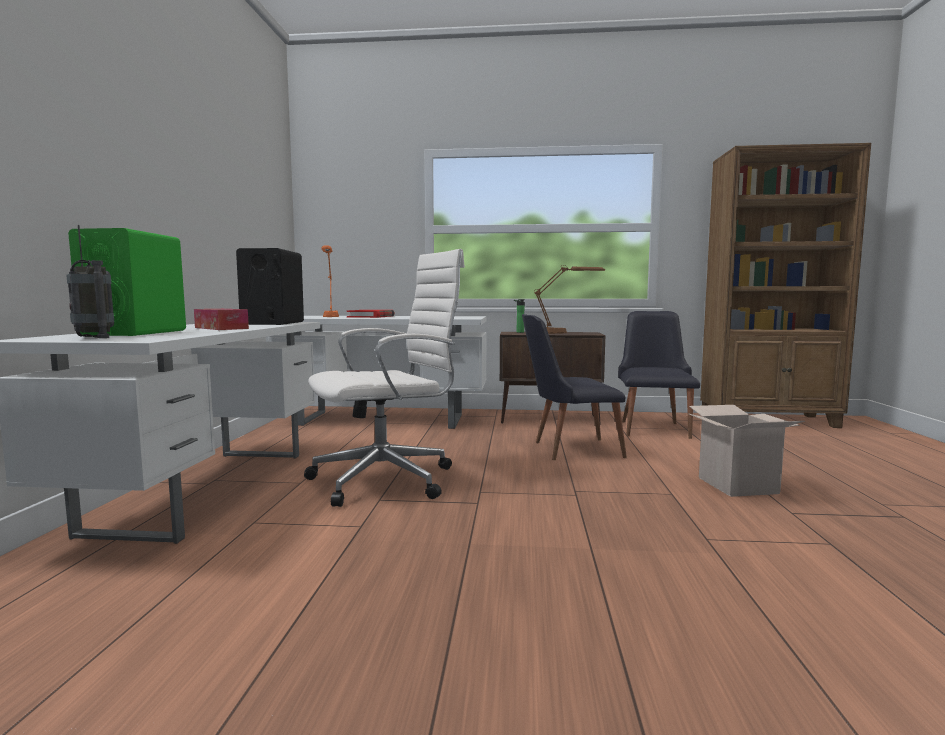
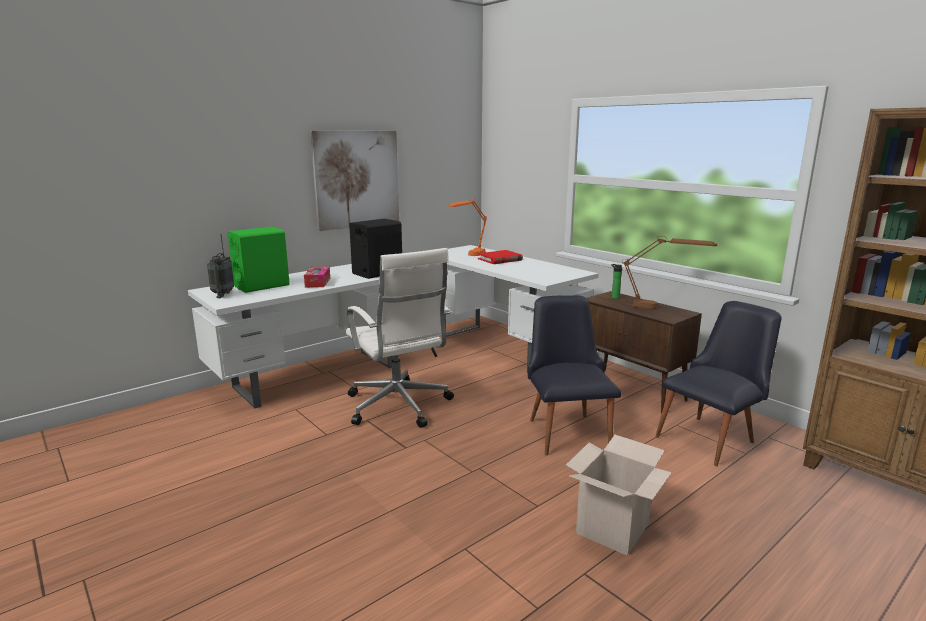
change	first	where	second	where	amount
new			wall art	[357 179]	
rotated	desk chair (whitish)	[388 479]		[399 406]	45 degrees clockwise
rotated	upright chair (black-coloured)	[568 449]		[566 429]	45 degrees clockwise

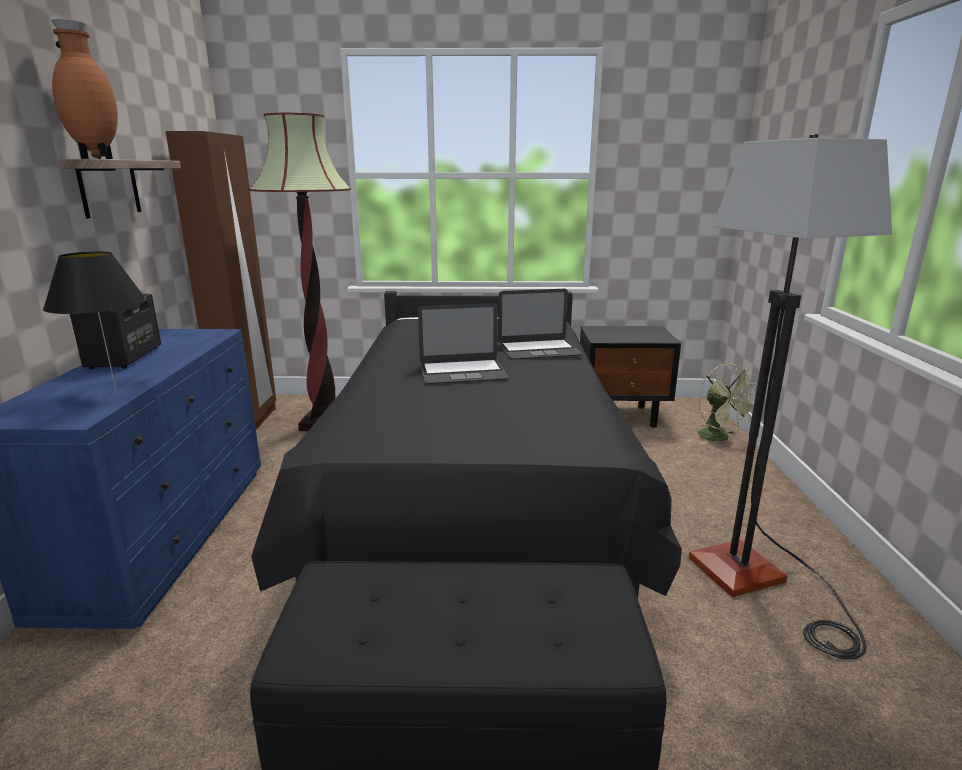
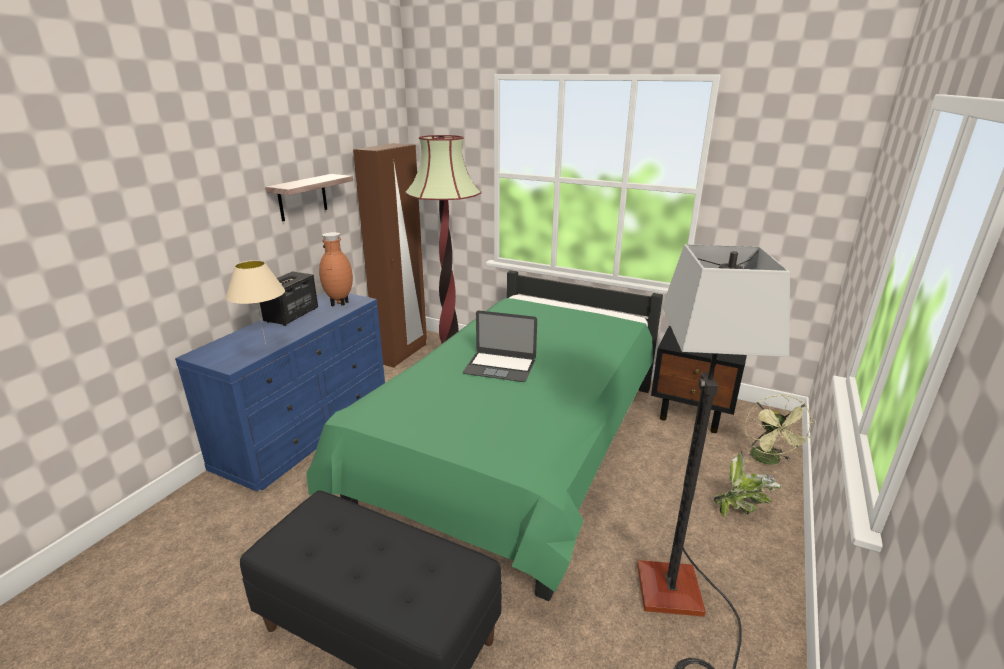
change	first	where	second	where	amount
repainted	tabletop lamp (black-coloured)	[115 390]	tabletop lamp (sand-coloured)	[266 345]	
repainted	bed (black-coloured)	[474 487]	bed (greenish)	[517 450]	
shifted	decorative vase (brownish)	[97 158]		[340 304]	
new			plant in a pot	[741 508]	
gone	notebook computer	[539 349]			

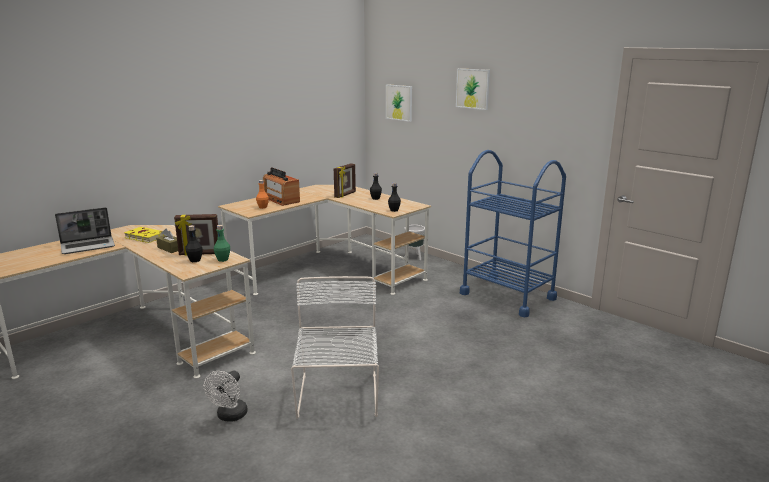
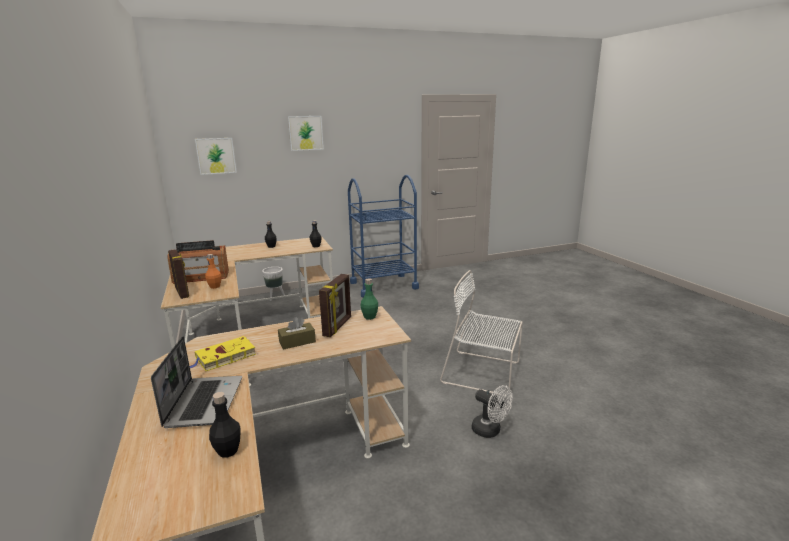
change	first	where	second	where	amount
shifted	photo frame	[345 195]		[182 292]	
shifted	drink bottle (black-coloured)	[195 260]		[228 451]	

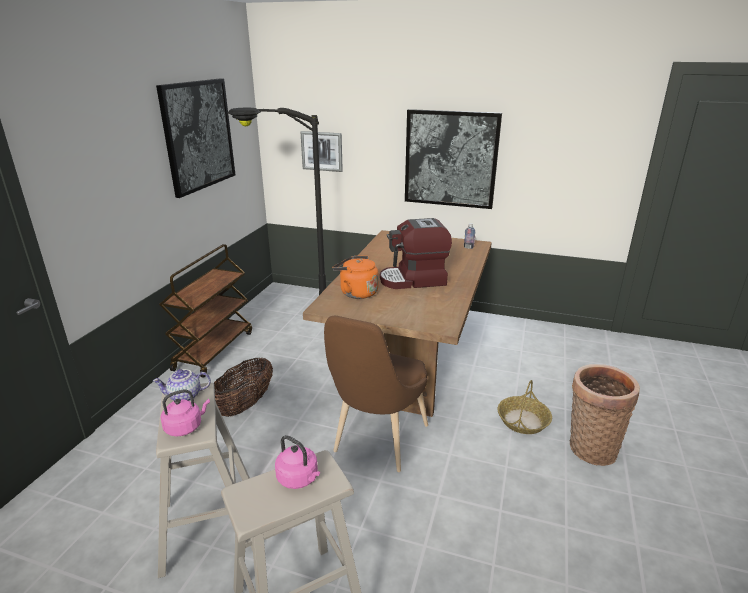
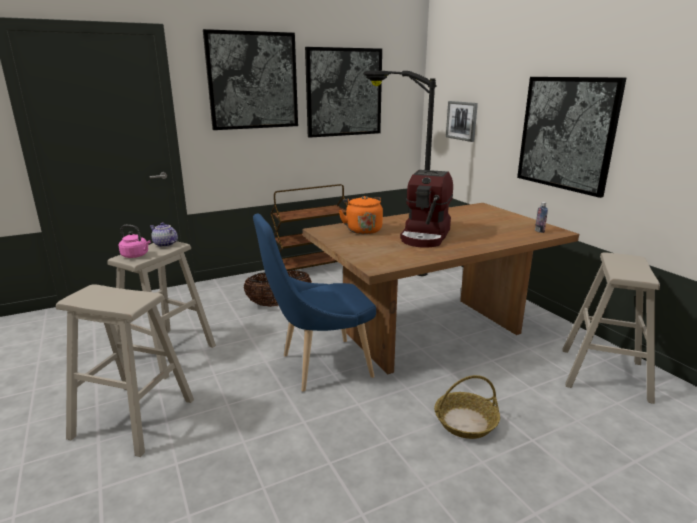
change	first	where	second	where	amount
new			wall art	[253 81]	
repainted	upright chair (brownish)	[377 442]	upright chair (blue)	[319 366]	
rotated	coffee machine	[414 280]		[426 236]	105 degrees counterclockwise
new			sitting stool (sand-coloured)	[604 374]	
gone	water kettle (pink-coloured)	[299 479]			
gone	household basket	[590 447]			

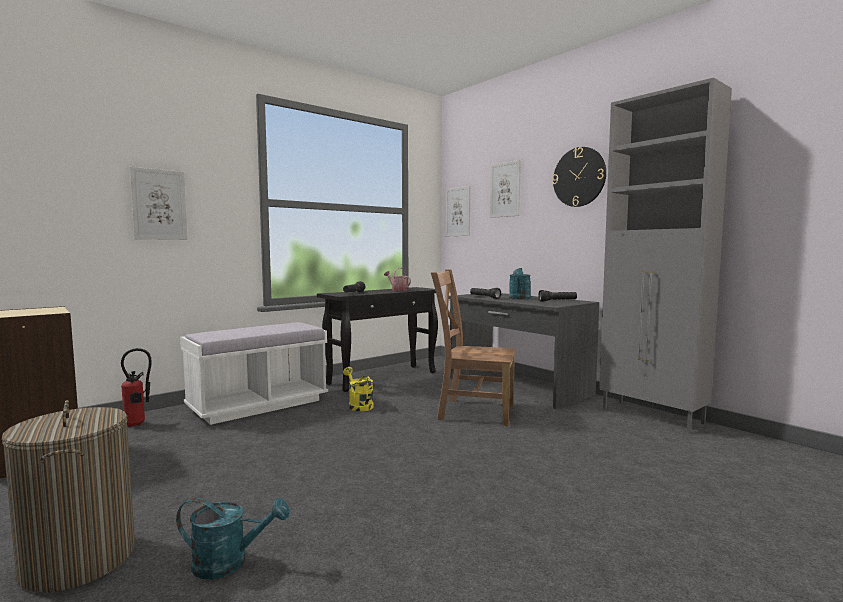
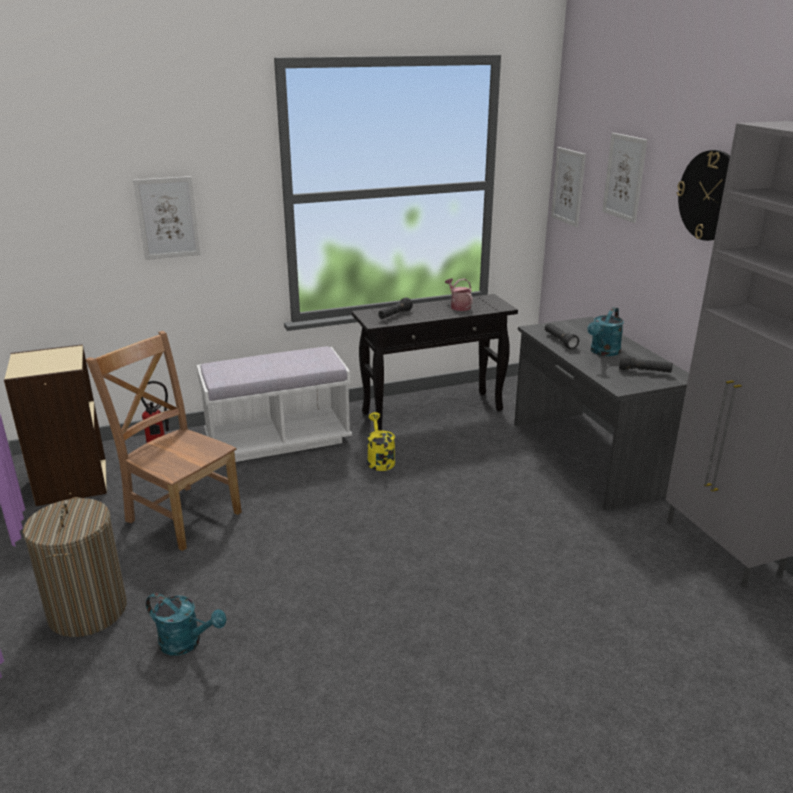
change	first	where	second	where	amount
shifted	upright chair (brownish)	[473 411]		[181 514]	

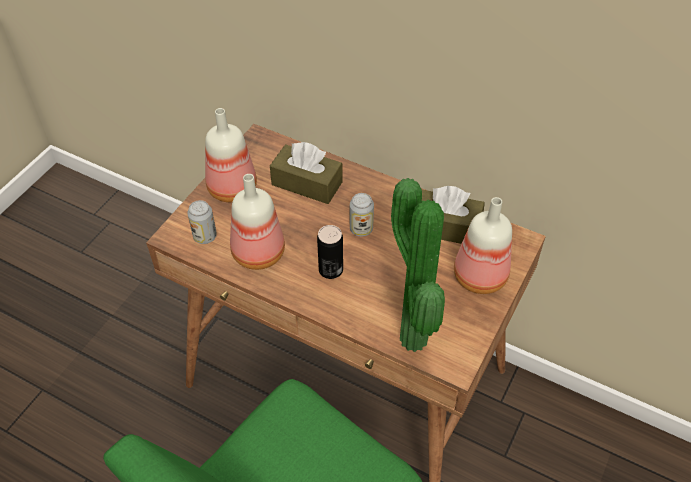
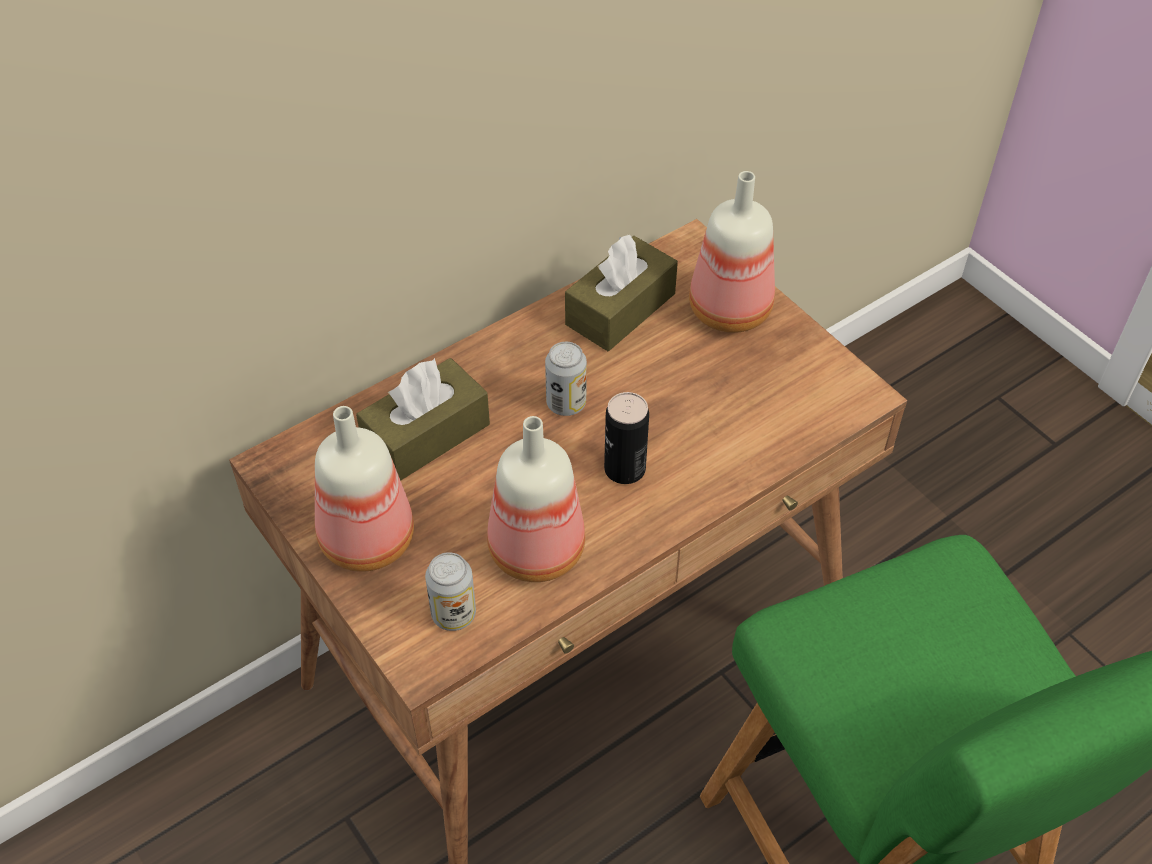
change	first	where	second	where	amount
gone	plant in a pot	[408 341]			

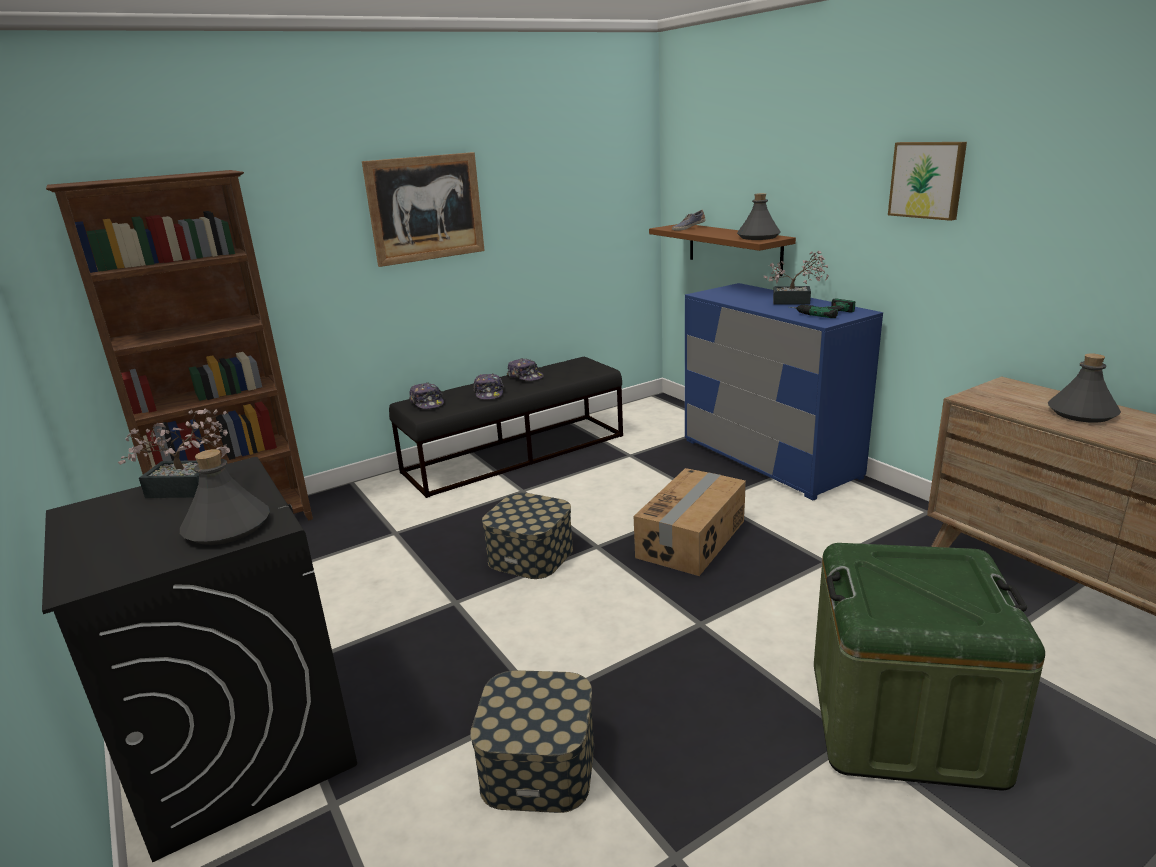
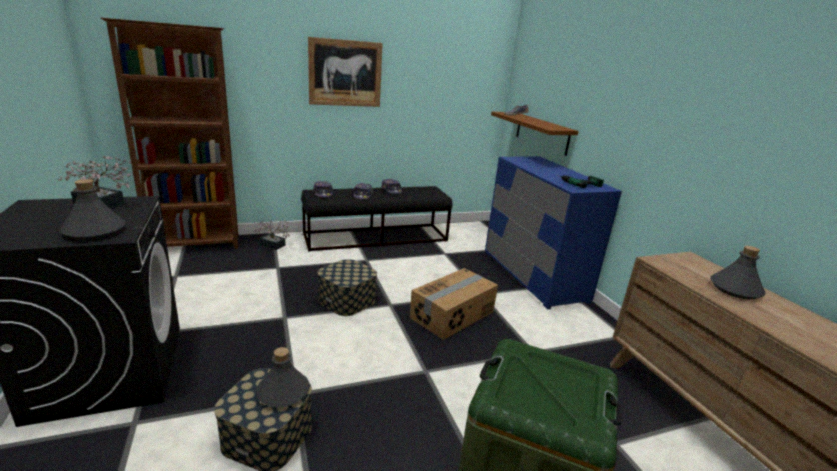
change	first	where	second	where	amount
shifted	plant in a pot	[796 301]		[274 246]	
shifted	drink bottle (greyish)	[758 237]		[283 392]	
gone	wall art	[927 180]			

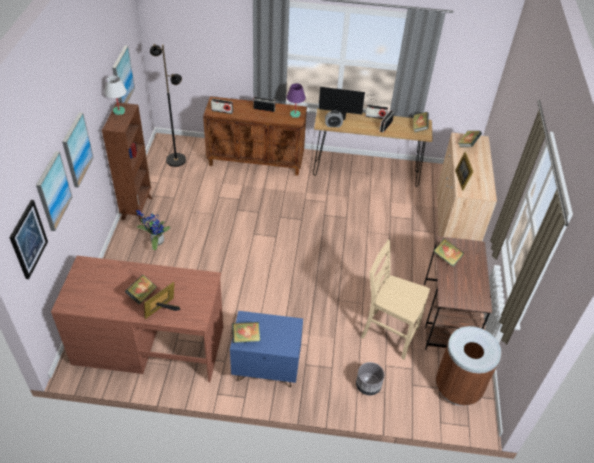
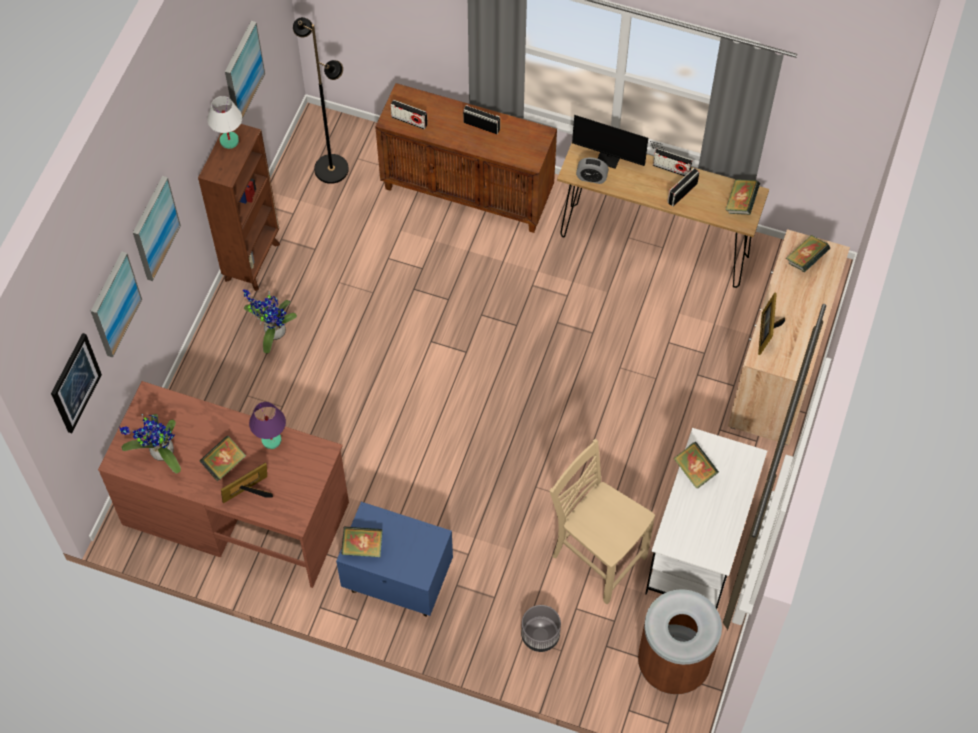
change	first	where	second	where	amount
new			plant in a pot	[159 454]	
shifted	tabletop lamp (purplish)	[294 114]		[271 440]	
repainted	desk (brownish)	[447 318]	desk (whitish)	[698 547]	

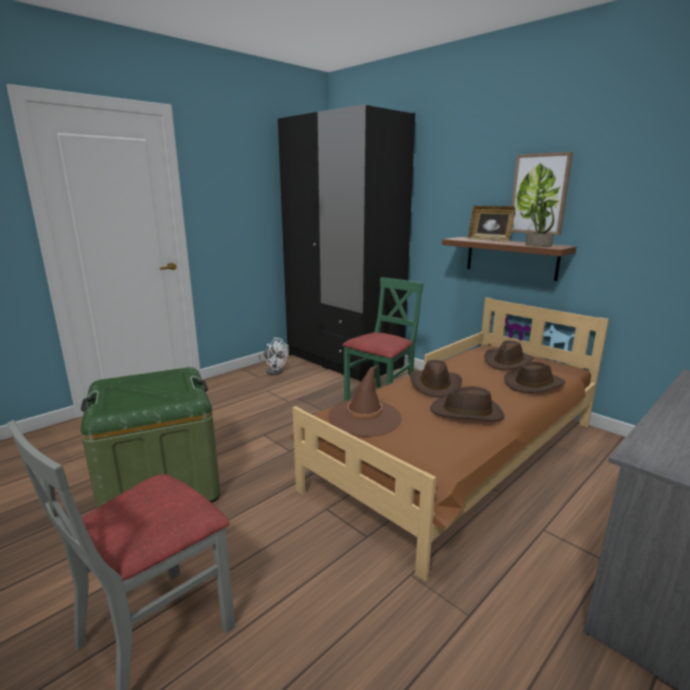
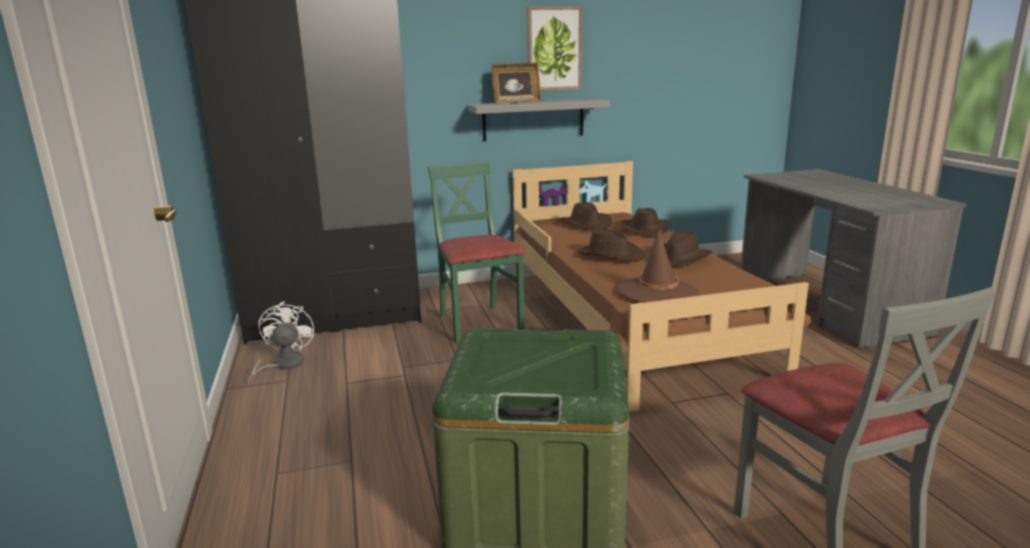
change	first	where	second	where	amount
rotated	electric fan (whitish)	[274 370]		[283 365]	60 degrees counterclockwise
repainted	shelf (brownish)	[511 258]	shelf (greyish)	[533 119]	
gone	plant in a pot	[538 245]			

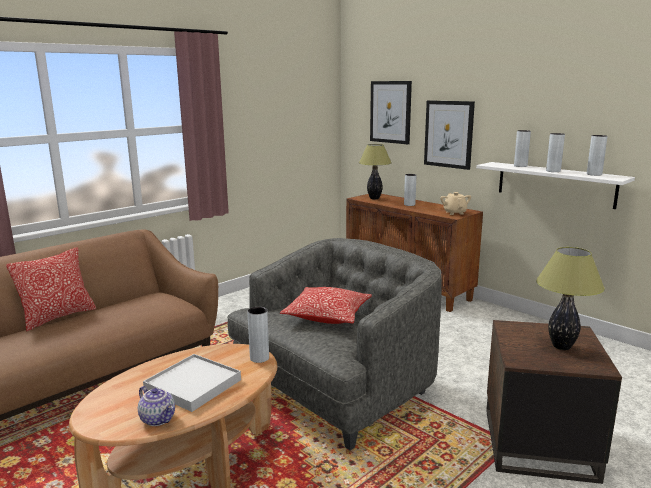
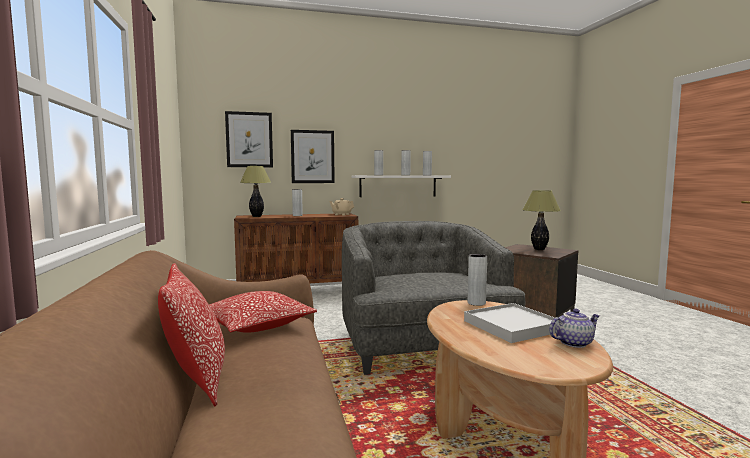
change	first	where	second	where	amount
shifted	pillow	[327 316]		[256 325]	

